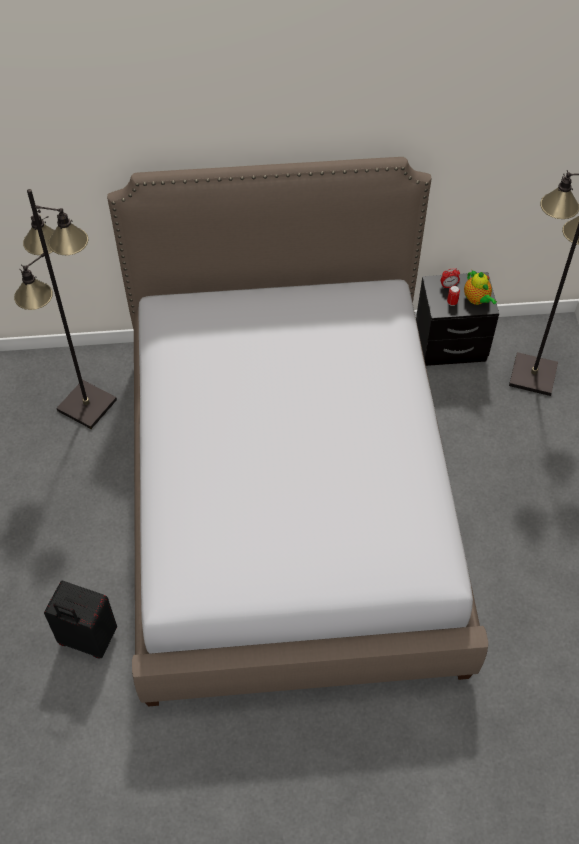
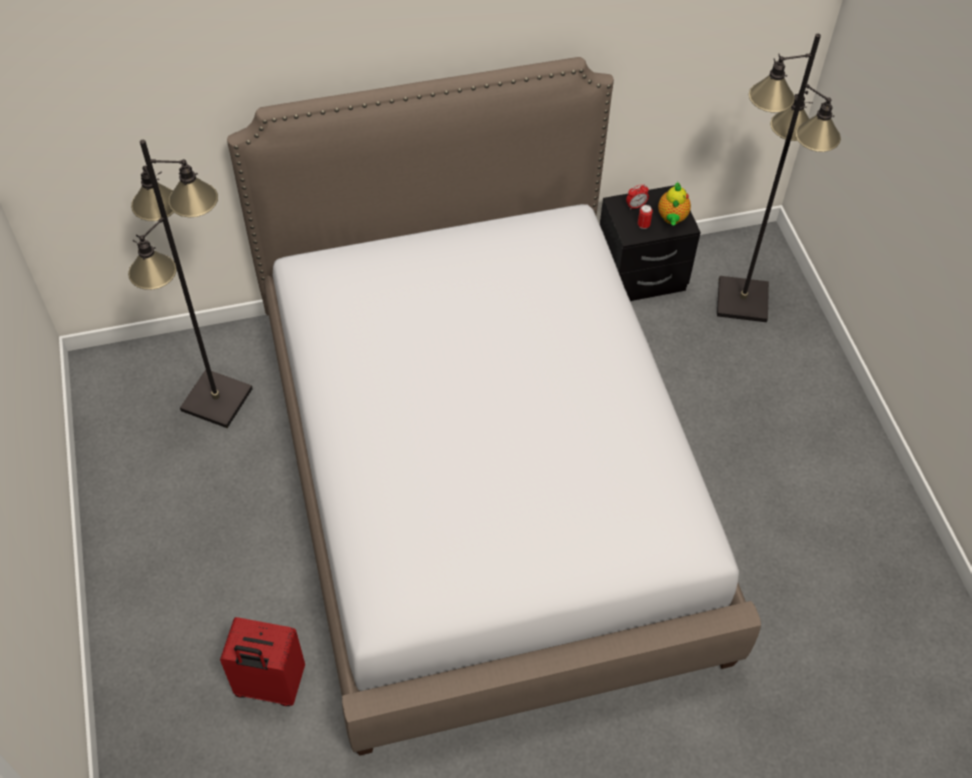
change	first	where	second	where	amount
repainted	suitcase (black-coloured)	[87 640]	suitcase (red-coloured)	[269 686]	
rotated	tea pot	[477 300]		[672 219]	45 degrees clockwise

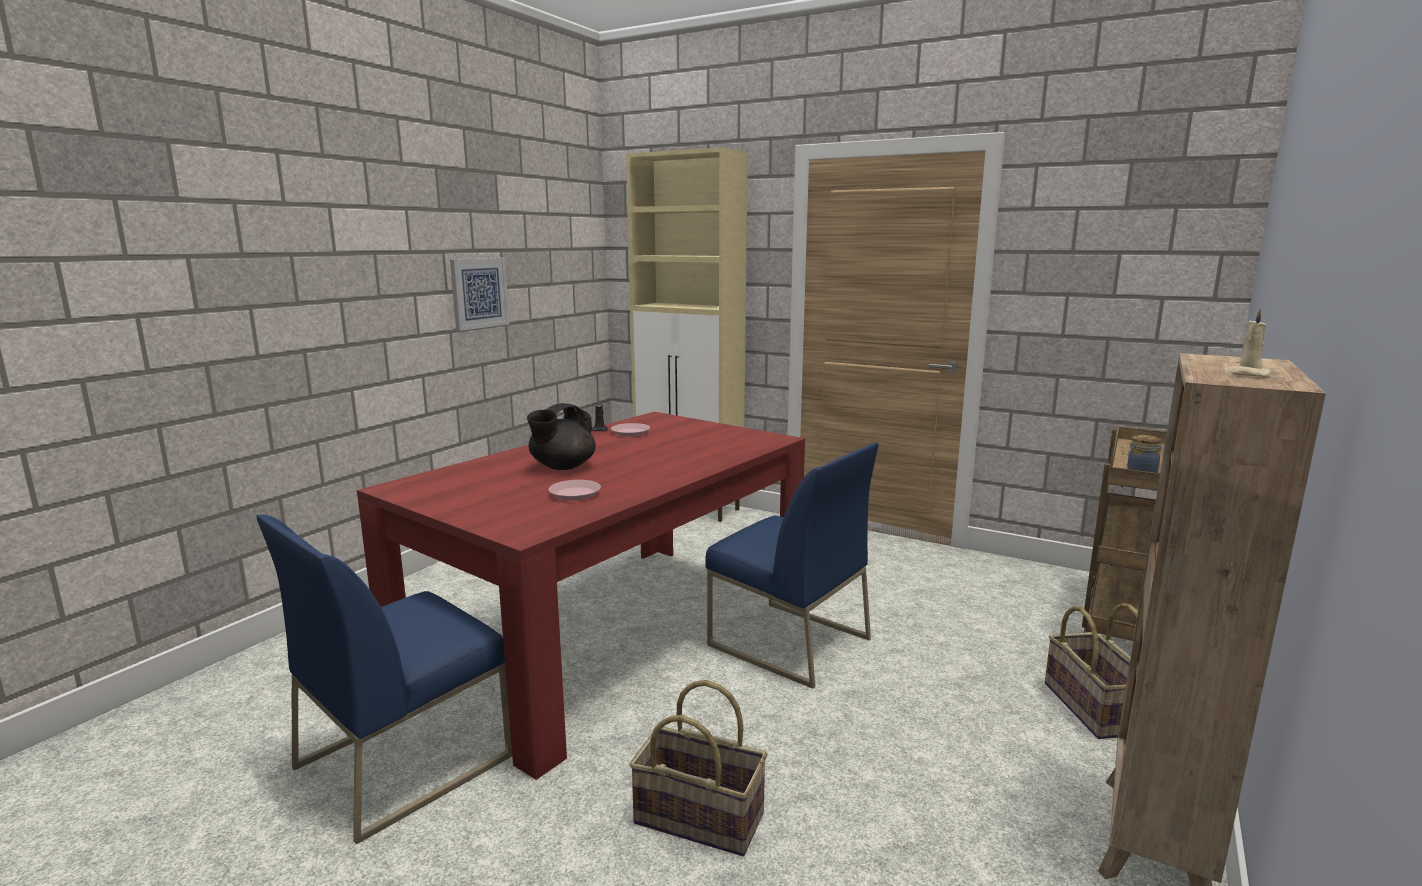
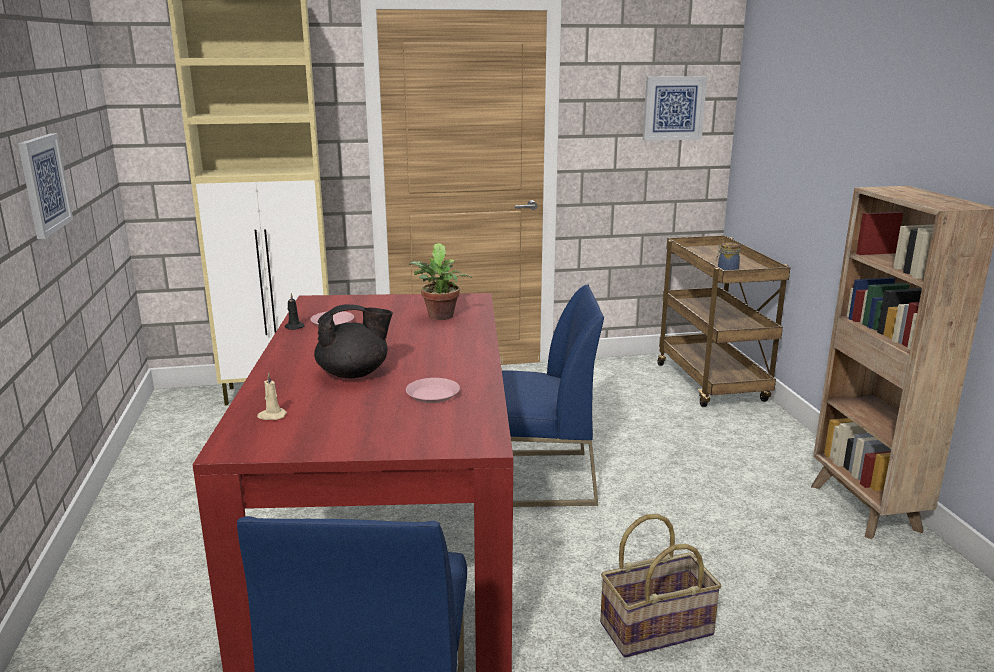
change	first	where	second	where	amount
shifted	wax candle (sand-coloured)	[1245 374]		[271 416]	
rotated	tea pot (black-coloured)	[562 467]		[354 373]	105 degrees counterclockwise
new			plant in a pot	[440 317]	
new			wall art	[673 108]	
gone	household basket	[1094 708]			

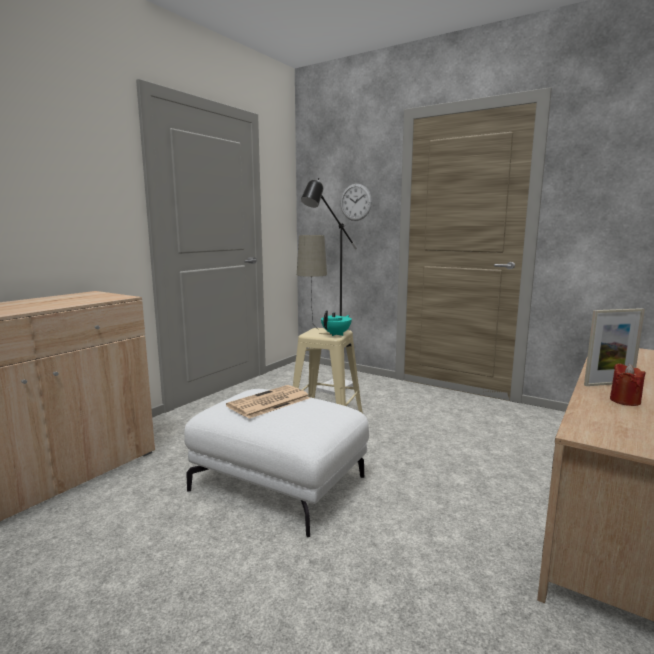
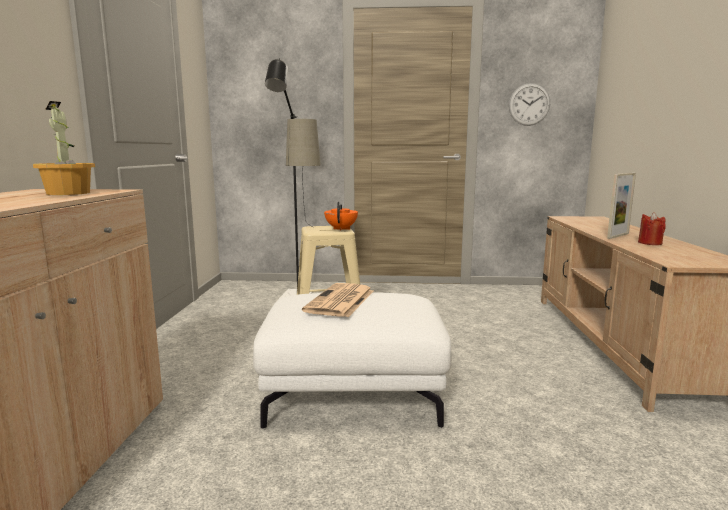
change	first	where	second	where	amount
new			plant in a pot	[69 193]	
repainted	tea pot (turquoise)	[336 334]	tea pot (orange)	[341 229]	
shifted	wall clock	[356 202]		[529 104]	

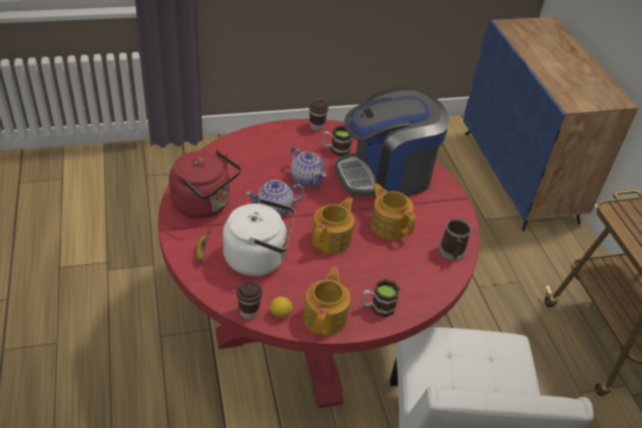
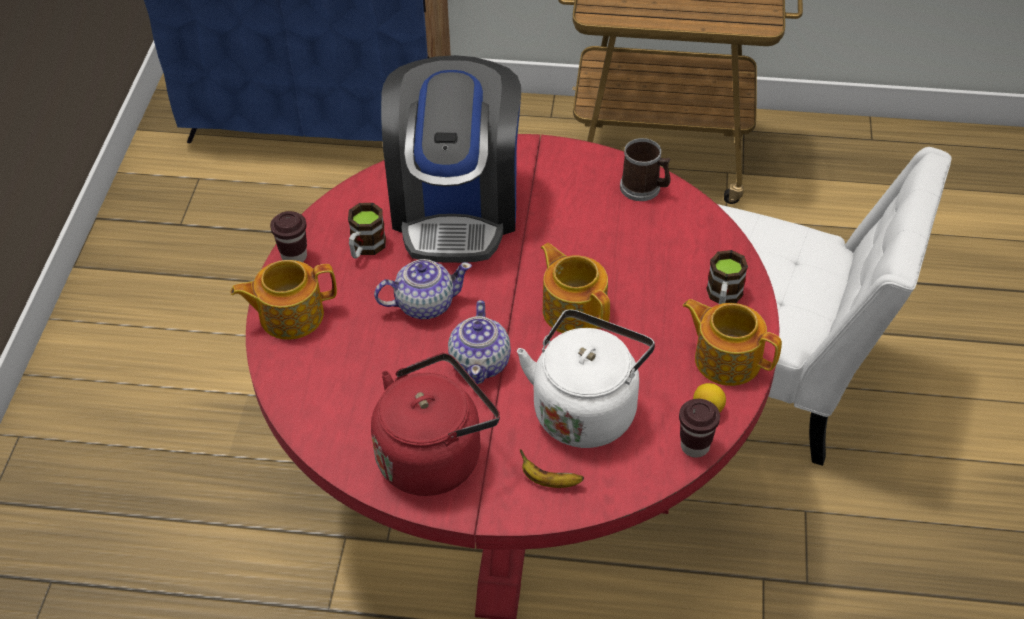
change	first	where	second	where	amount
shifted	tea pot	[389 225]		[289 315]	

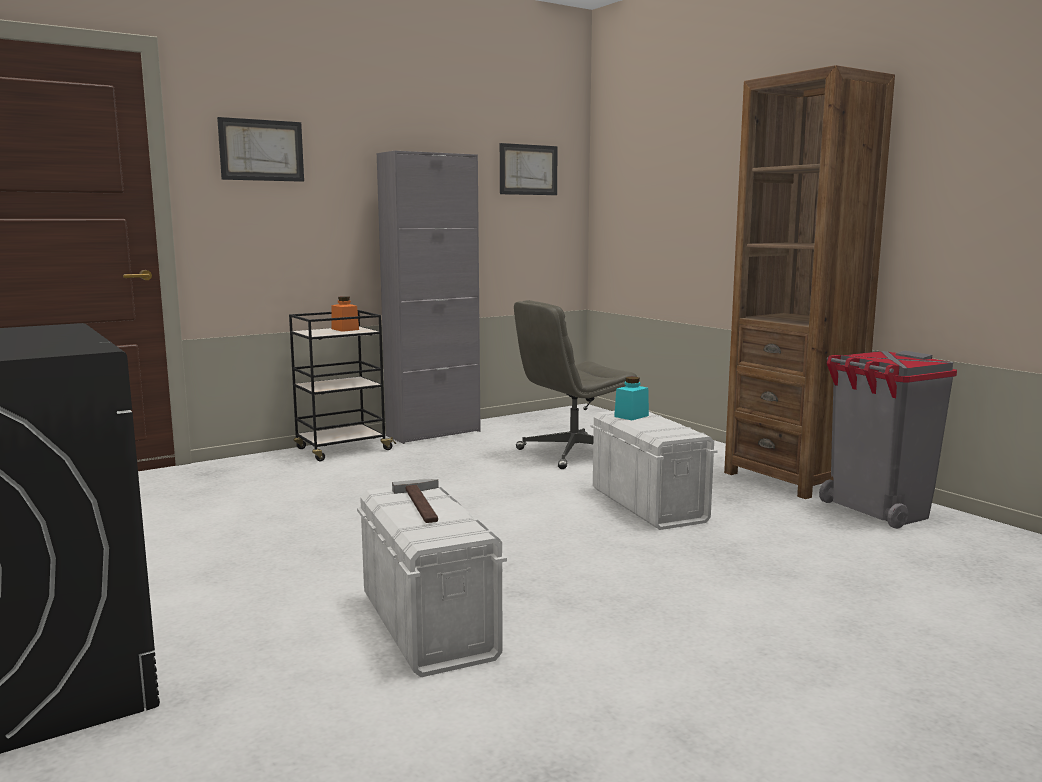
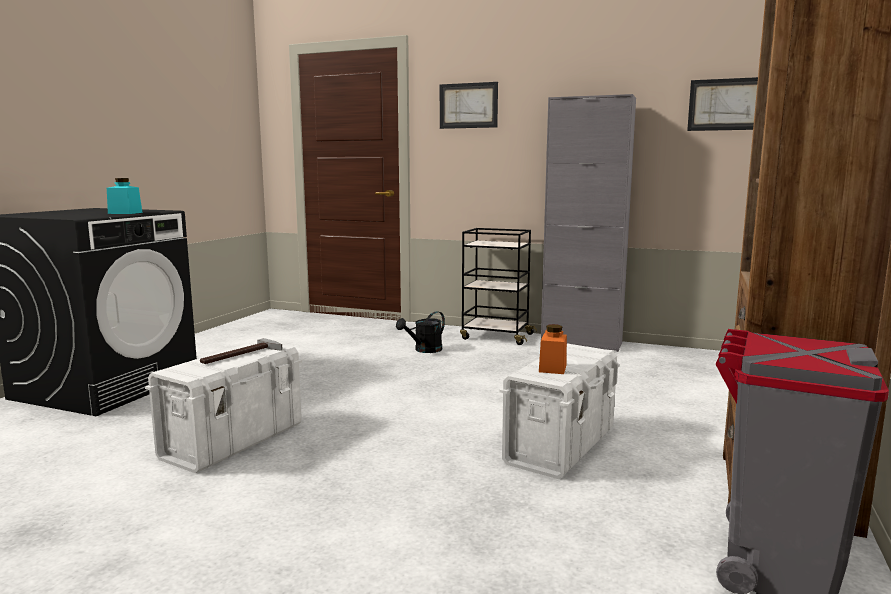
change	first	where	second	where	amount
shifted	preserve jar (turquoise)	[631 416]		[125 213]	
new			watering can (black-coloured)	[424 350]	
shifted	preserve jar (orange)	[345 329]		[552 368]	
gone	desk chair (greyish)	[572 453]			

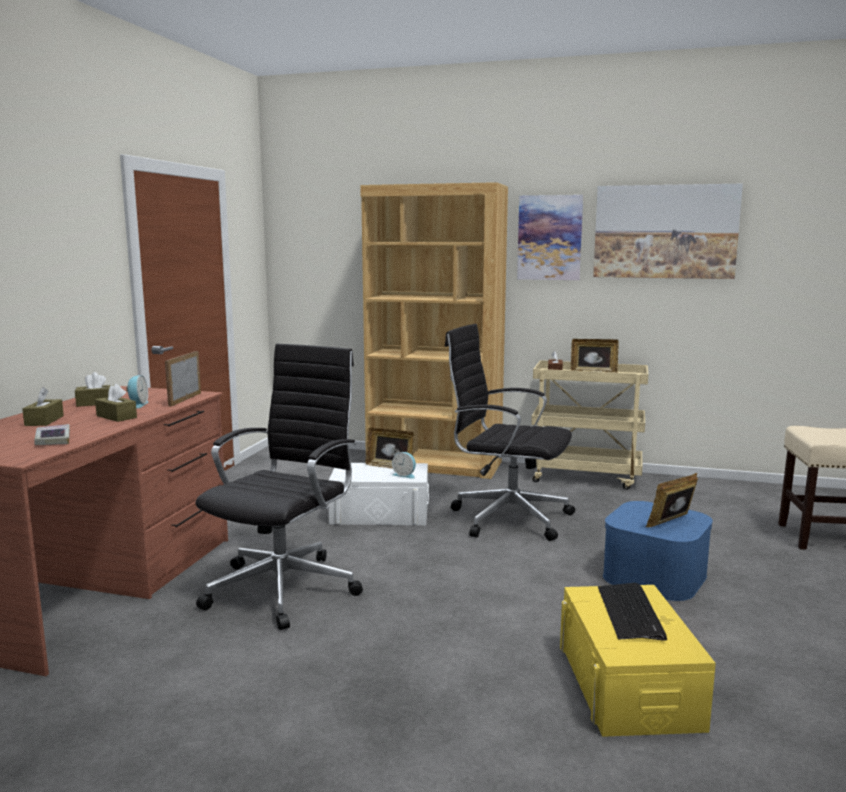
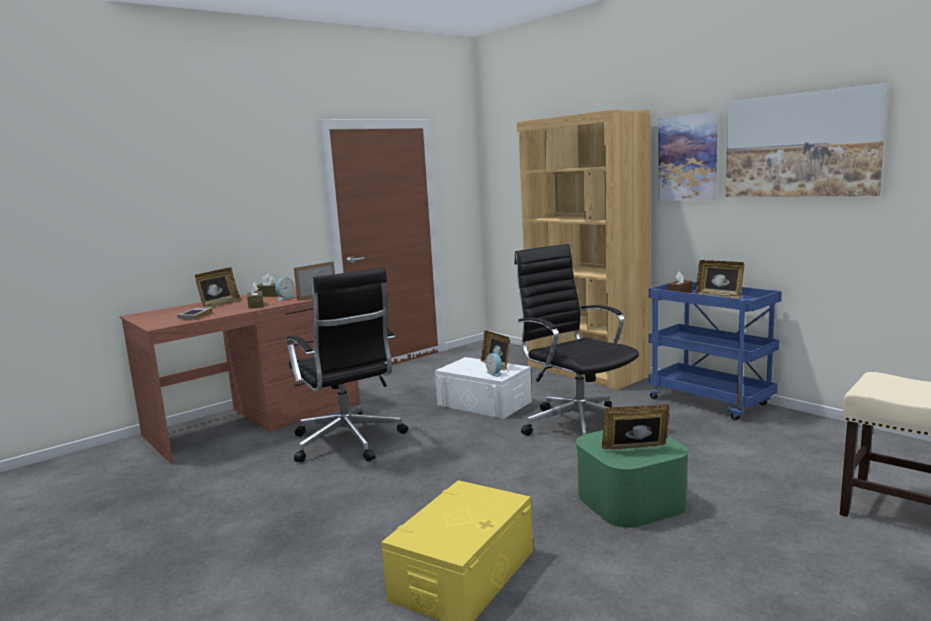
change	first	where	second	where	amount
swapped	tissue box (brownish)	[44 421]	photo frame	[219 304]	
rotated	desk chair (black-coloured)	[286 587]		[348 443]	90 degrees clockwise
repainted	storage box (blue)	[655 575]	storage box (greenish)	[630 500]	
repainted	cart (sand-coloured)	[586 477]	cart (blue)	[711 402]	
gone	keyboard	[630 612]			

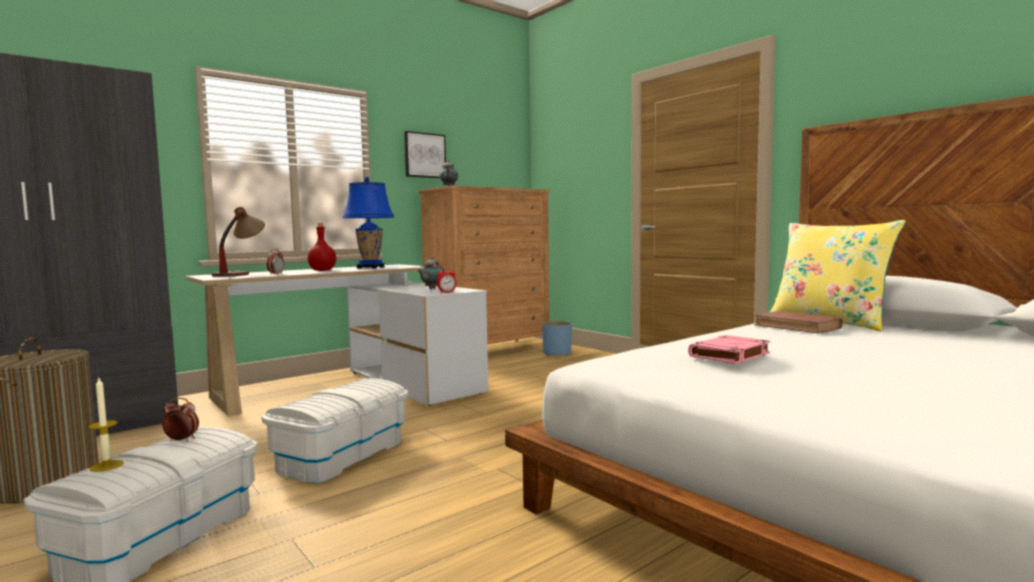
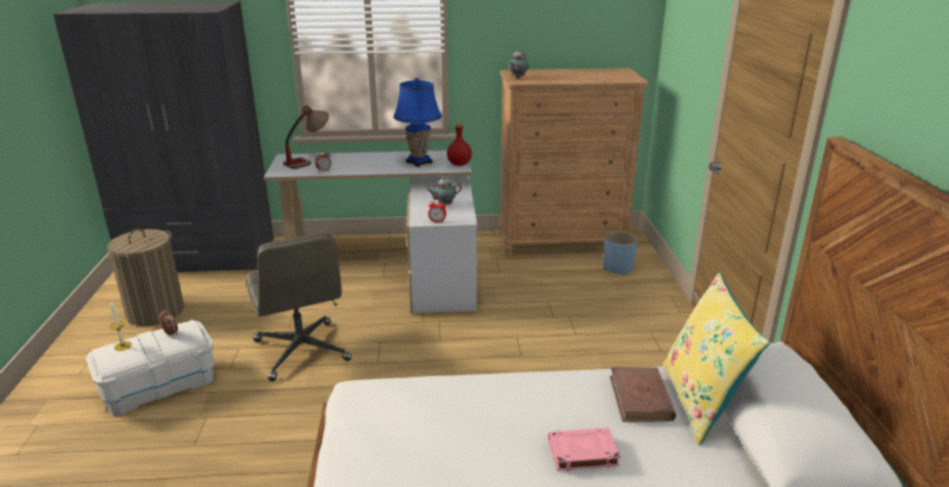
change	first	where	second	where	amount
swapped	storage box (whitish)	[342 456]	desk chair (greyish)	[302 351]	
shifted	drink bottle (red-coloured)	[323 270]		[459 164]	
shifted	volume (pink-coloured)	[729 355]		[582 453]	
gone	wall art	[424 155]			

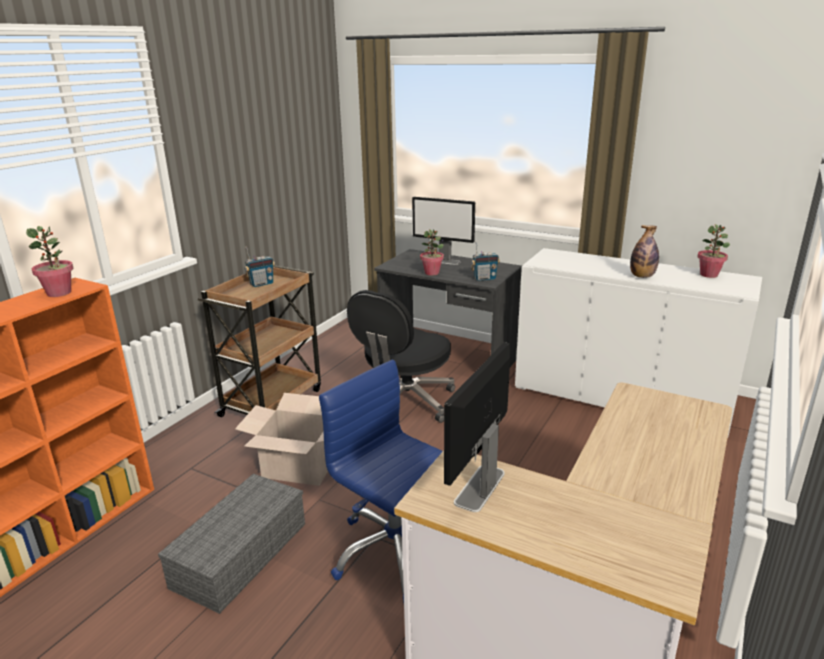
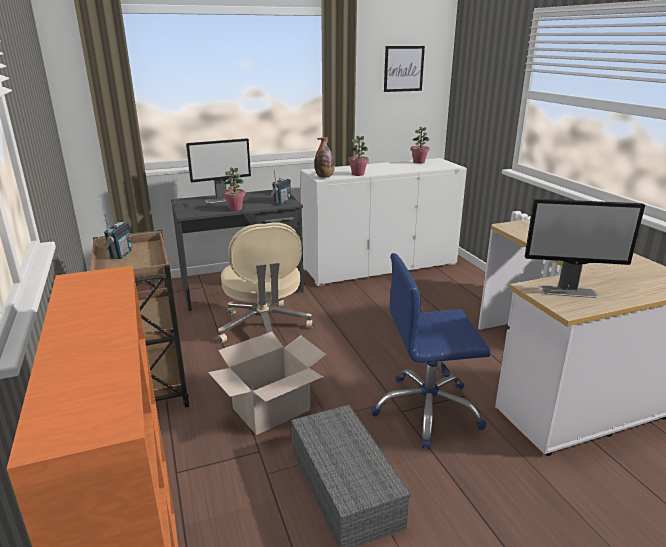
change	first	where	second	where	amount
repainted	desk chair (black-coloured)	[405 402]	desk chair (sand-coloured)	[264 328]	
shifted	drink bottle	[642 276]		[324 177]	
shifted	plant in a pot	[59 293]		[358 174]	
new			wall art	[403 68]	
rotated	computer screen	[479 488]		[569 291]	60 degrees counterclockwise

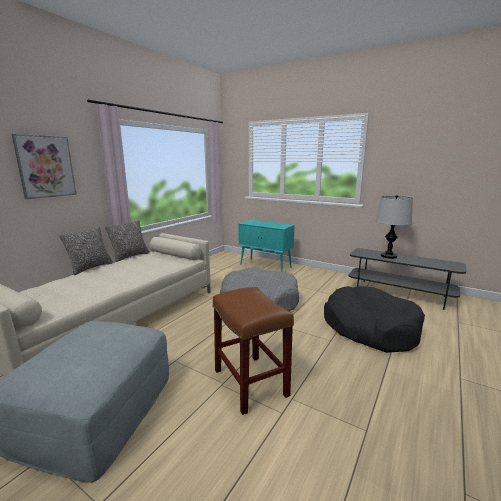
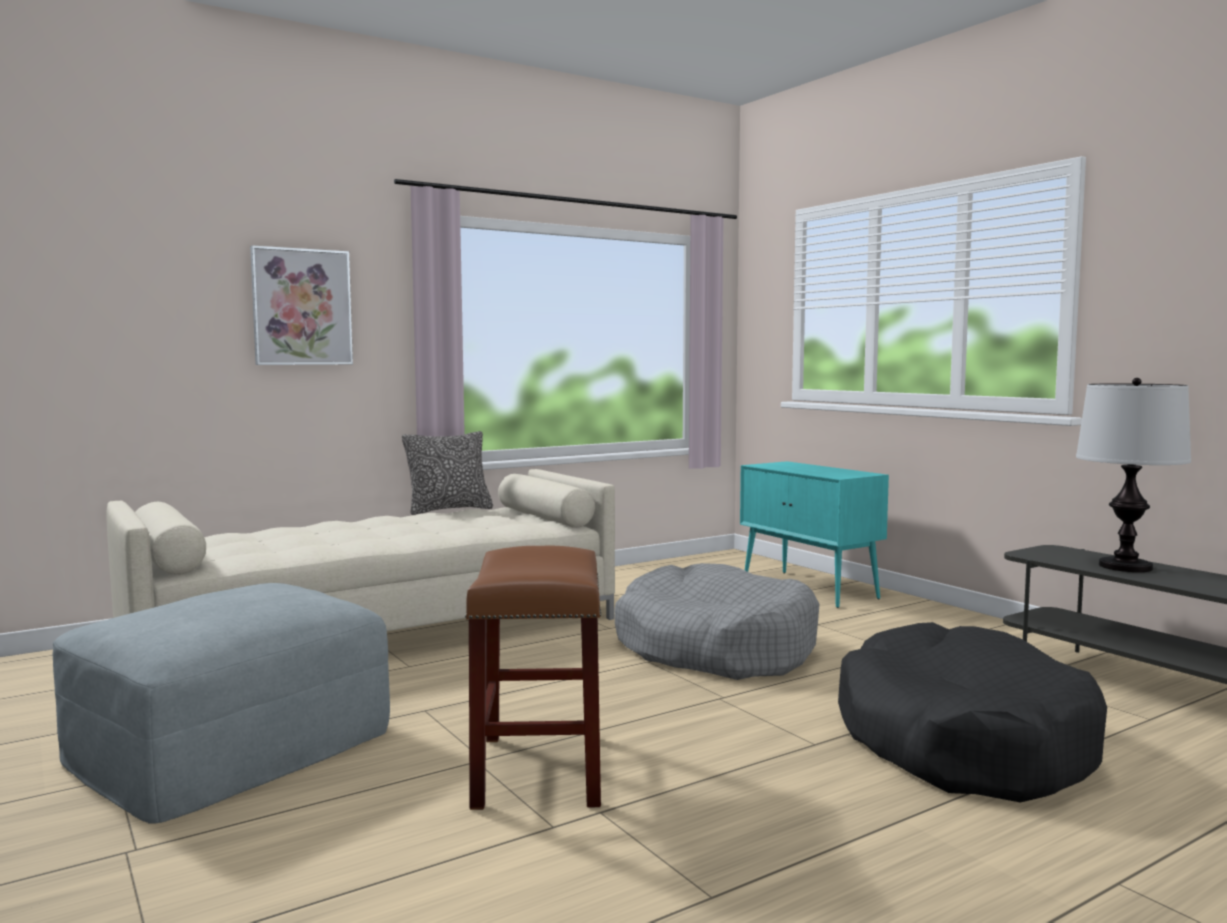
change	first	where	second	where	amount
gone	pillow	[90 268]			

